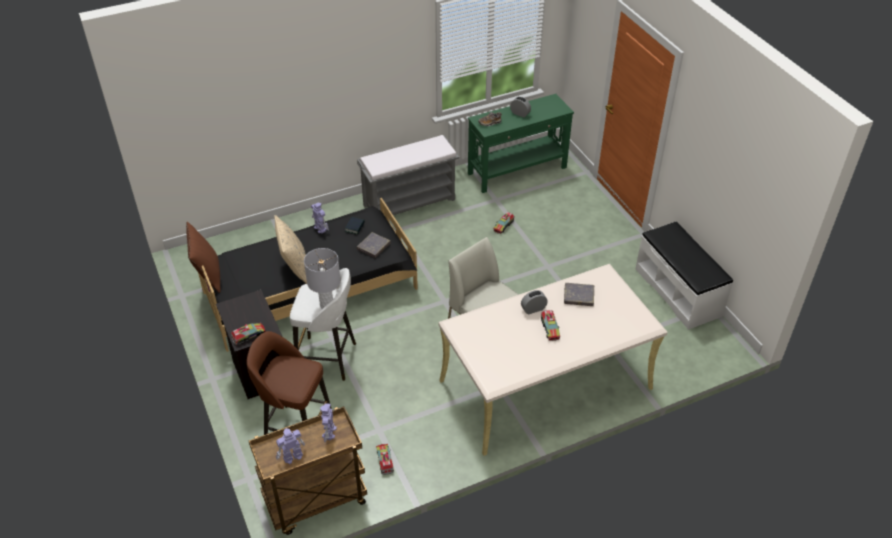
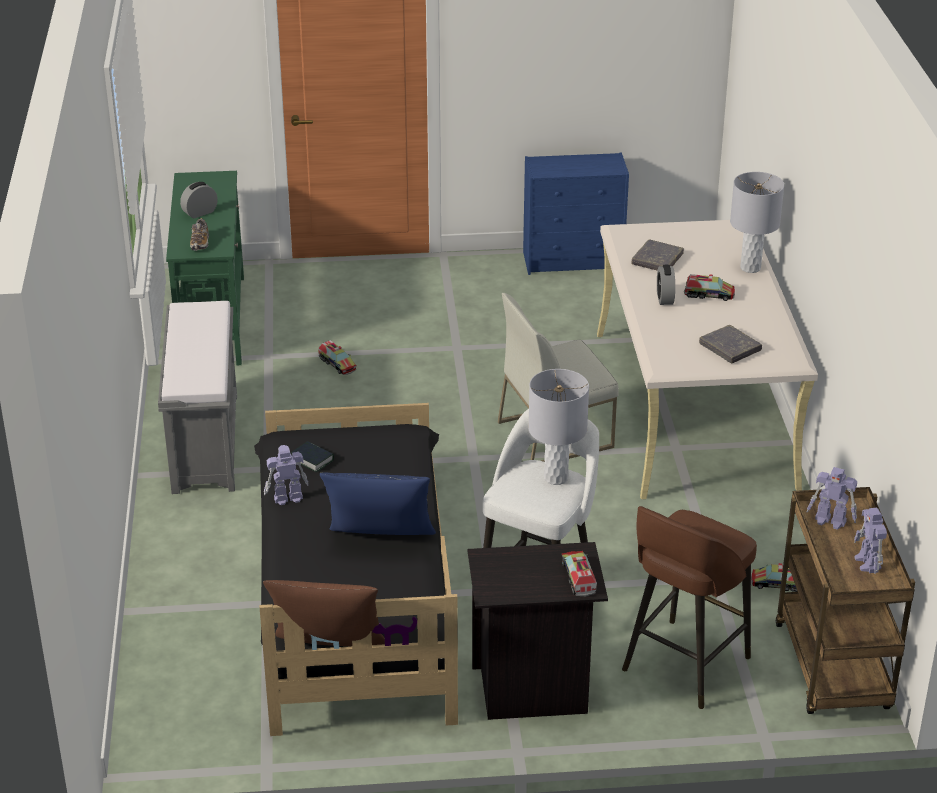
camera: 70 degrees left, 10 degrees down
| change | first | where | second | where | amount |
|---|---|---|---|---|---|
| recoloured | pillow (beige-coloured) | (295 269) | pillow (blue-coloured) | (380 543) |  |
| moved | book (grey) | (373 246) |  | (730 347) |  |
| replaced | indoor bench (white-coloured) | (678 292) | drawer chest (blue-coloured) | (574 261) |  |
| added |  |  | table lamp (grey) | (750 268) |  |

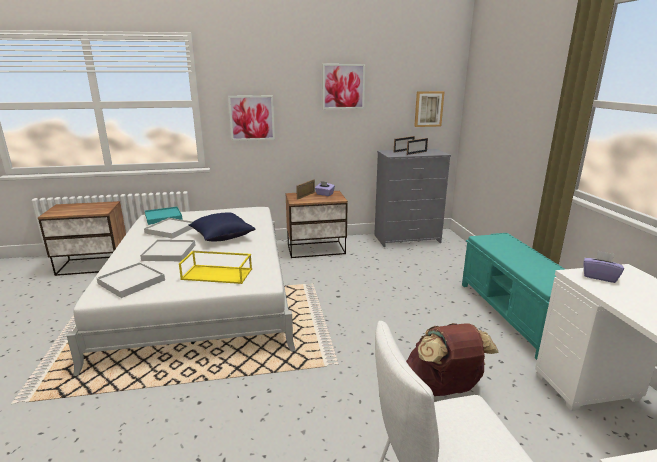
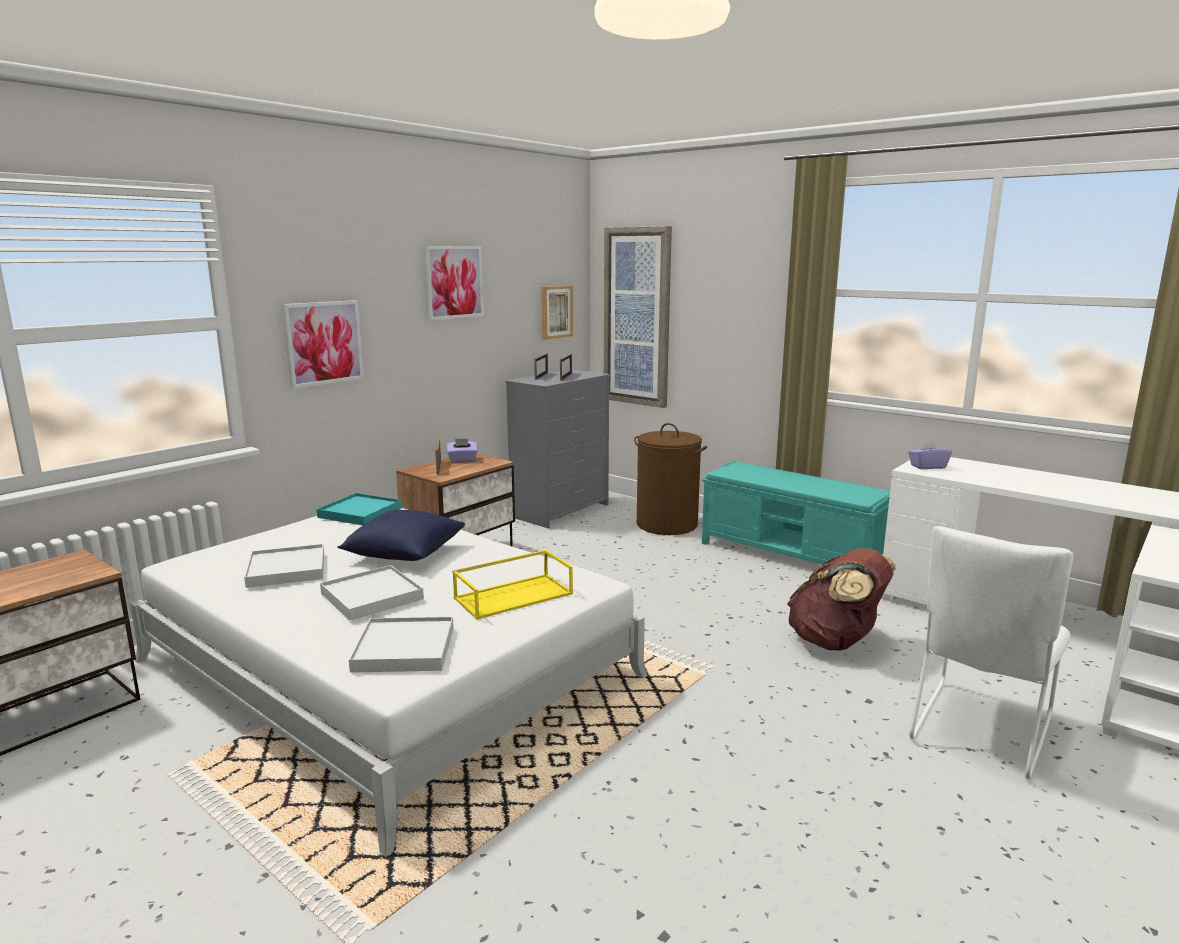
camera: 40 degrees left, 5 degrees down
| change | first | where | second | where | amount |
|---|---|---|---|---|---|
| moved | carrying tray (turquoise-coloured) | (163 217) |  | (360 512) |  |
| added |  |  | wall picture | (637 317) |  |
| added |  |  | laundry basket (brown) | (667 524) |  |

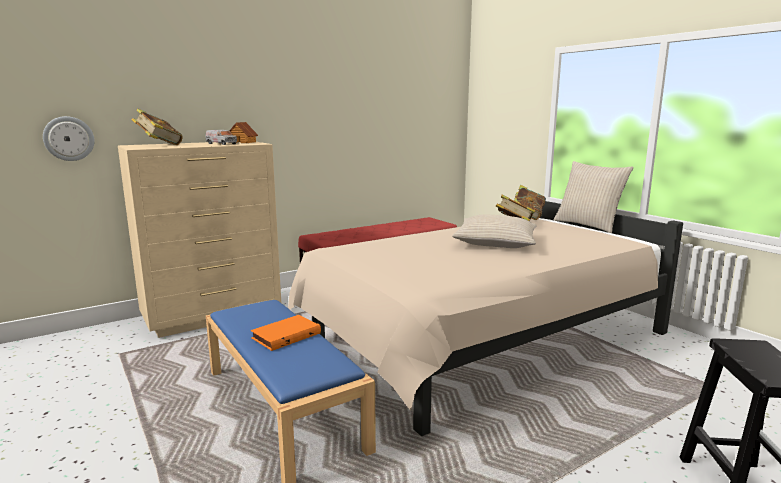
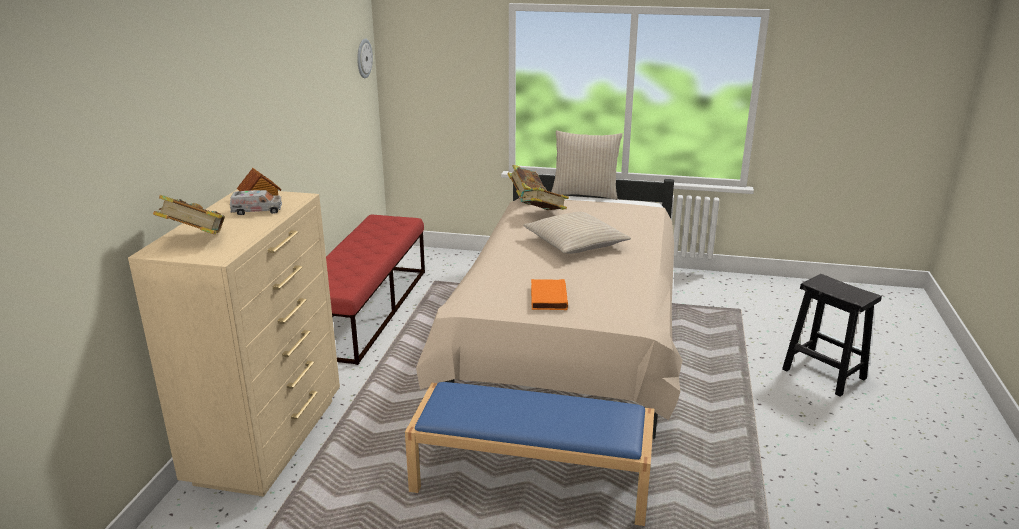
camera: 45 degrees left, 10 degrees up
| change | first | where | second | where | amount |
|---|---|---|---|---|---|
| moved | hanging clock | (69 138) |  | (363 58) |  |
| moved | book (orange-coloured) | (286 335) |  | (547 297) |  |

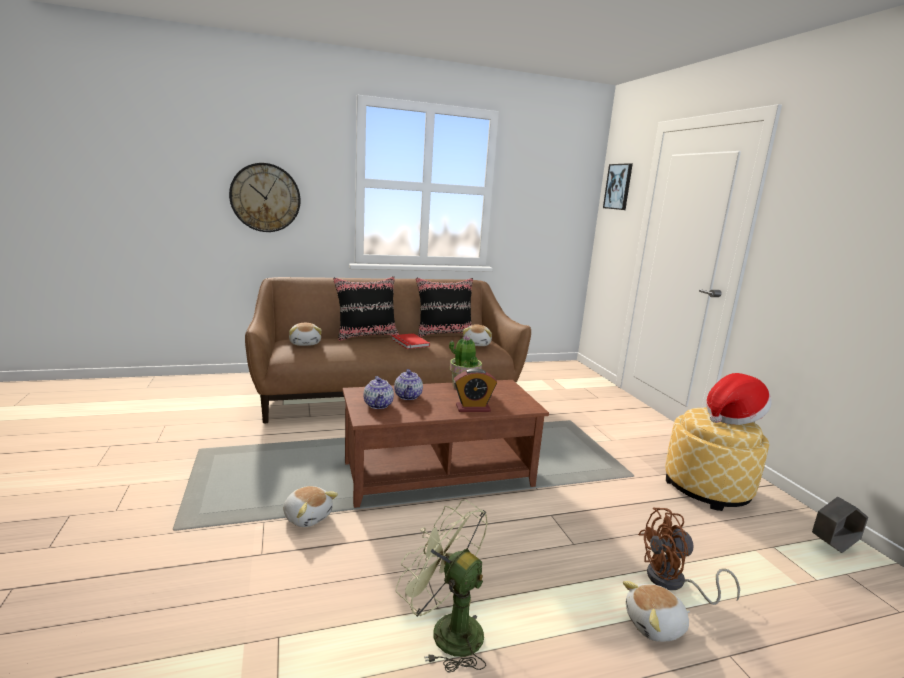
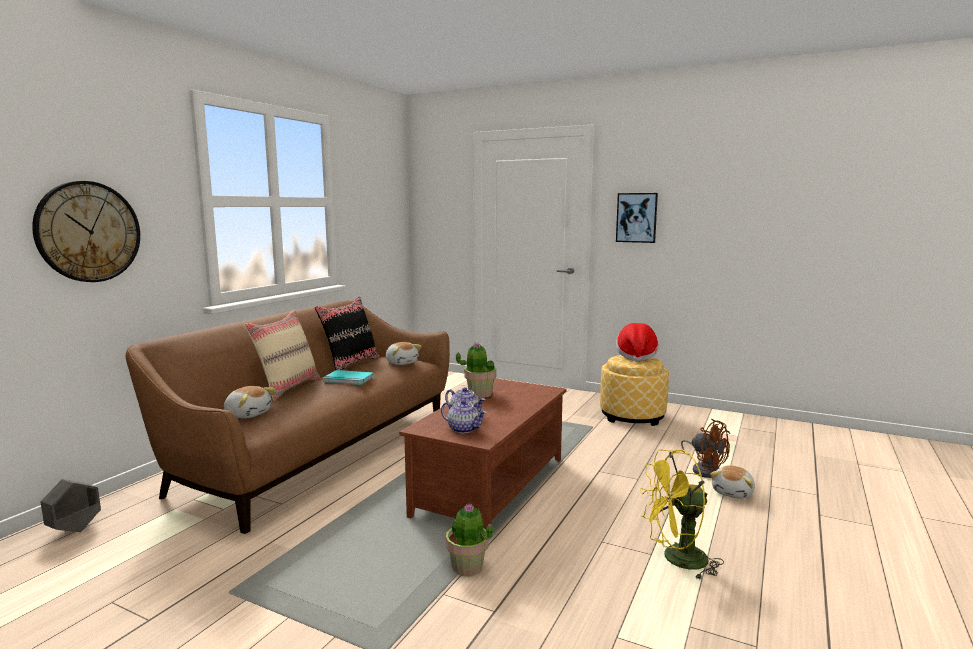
camera: 45 degrees left, 5 degrees down
| change | first | where | second | where | amount |
|---|---|---|---|---|---|
| replaced | plush toy | (308 516) | plant in a pot | (467 567) |  |
| recoloured | pillow (blackish) | (366 336) | pillow (beige-coloured) | (287 387) |  |
| recoloured | book (red) | (409 343) | book (turquoise-coloured) | (348 379) |  |
| recoloured | cooling fan (green-coloured) | (446 630) | cooling fan (yellowish) | (676 560) |  |
| removed | alarm clock | (473 408) |  |  |  |
| moved | wall picture | (618 186) |  | (636 217) |  |
| turned | cooling fan (brown) | (673 583) |  | (704 470) | 75 degrees counterclockwise |
| moved | planter (grey) | (832 546) |  | (75 529) |  |

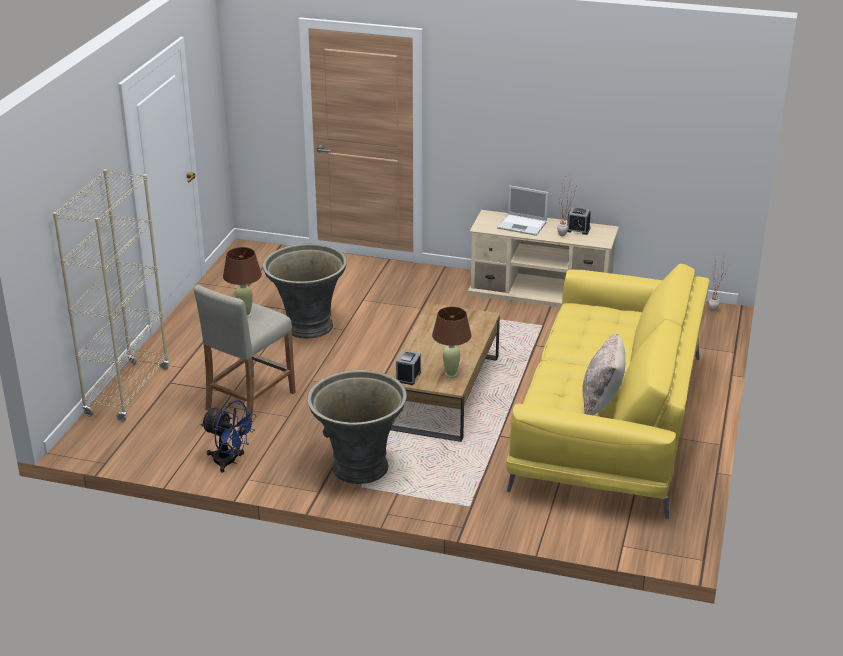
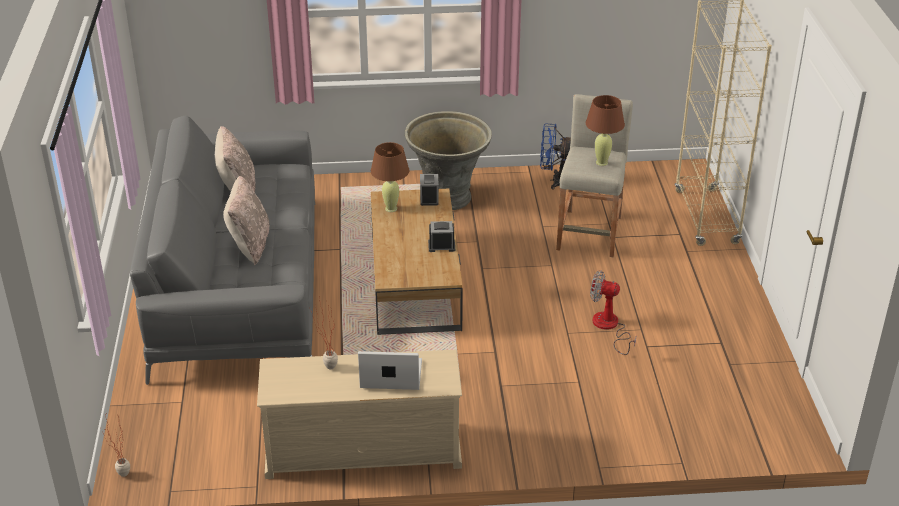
camera: 160 degrees right, 5 degrees up
| change | first | where | second | where | amount |
|---|---|---|---|---|---|
| replaced | planter (grey) | (308 326) | cooling fan | (609 327) |  |
| recoloured | settee (yellowish) | (608 422) | settee (grey) | (239 284) |  |
| moved | alarm clock | (578 229) |  | (441 246) |  |
| added |  |  | pillow (beige-coloured) | (249 245) |  |

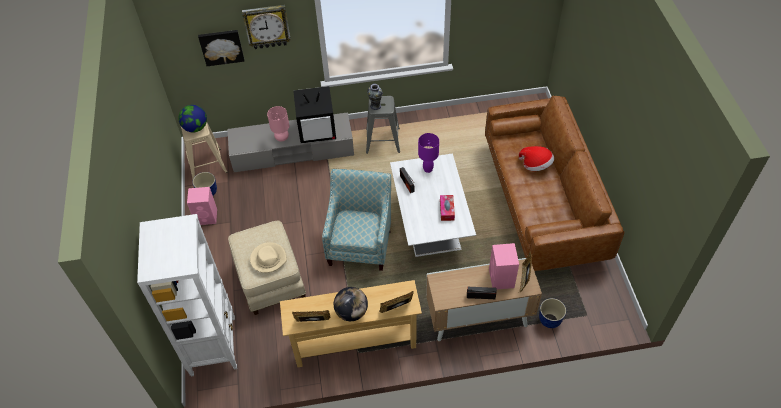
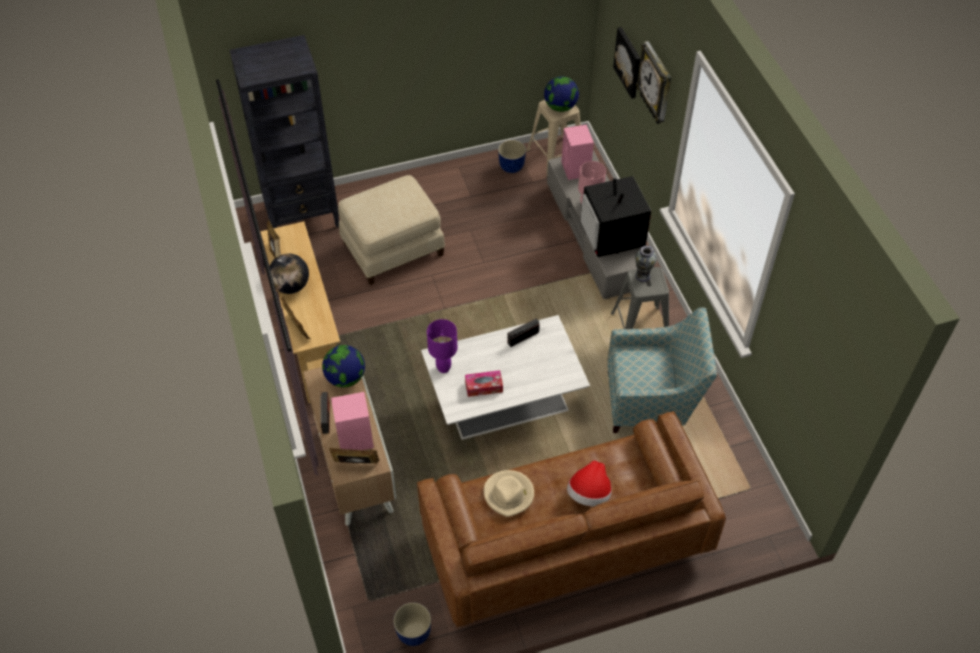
camera: 80 degrees right, 0 degrees up
| change | first | where | second | where | amount |
|---|---|---|---|---|---|
| recoloured | shelving unit (white-coloured) | (213 345) | shelving unit (blackish) | (303 216) |  |
| moved | loudspeaker (pinkish) | (207 217) |  | (576 169) |  |
| moved | clothing hat (beige-coloured) | (268 258) |  | (509 494) |  |
| moved | armchair | (360 242) |  | (653 402) |  |
| moved | table lamp (purplish) | (428 169) |  | (443 368) |  |
| moved | planter | (550 320) |  | (413 633) |  |
| added |  |  | globe | (345 378) |  |

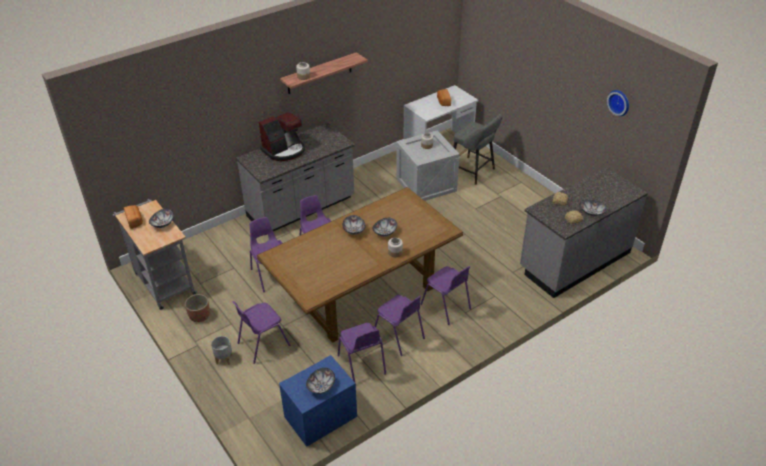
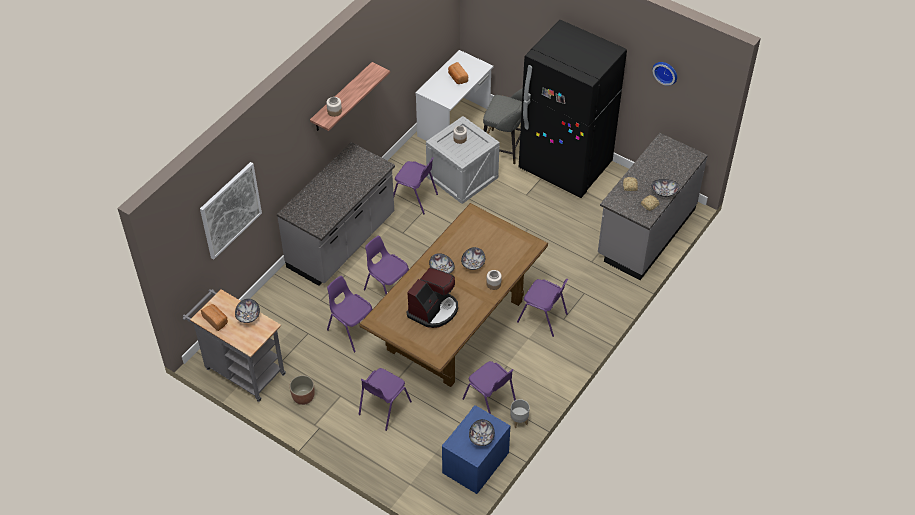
camera: 20 degrees left, 10 degrees up
| change | first | where | second | where | amount |
|---|---|---|---|---|---|
| moved | planter (grey) | (224 359) |  | (519 421) |  |
| moved | coffee brewer | (284 150) |  | (433 310) |  |
| moved | upright chair (purplish) | (399 337) |  | (415 198) |  |
| added |  |  | wall picture | (230 210) |  |
| added |  |  | kitchen fridge (blackish) | (565 167) |  |

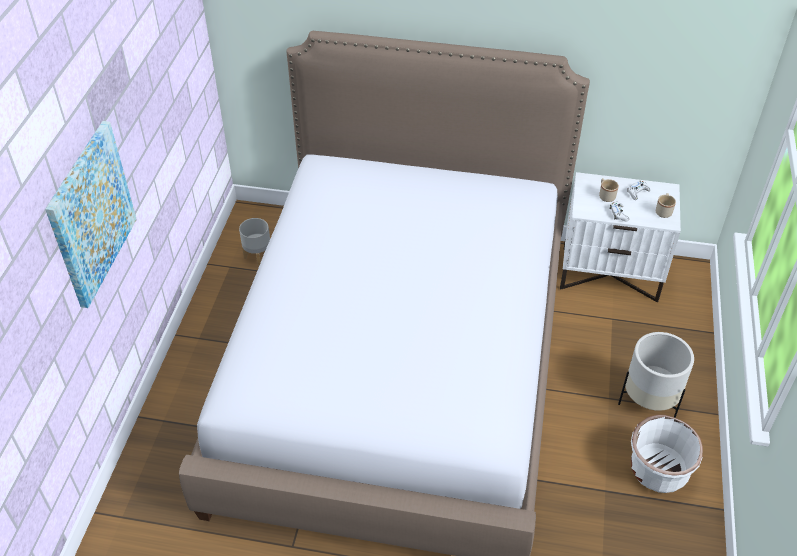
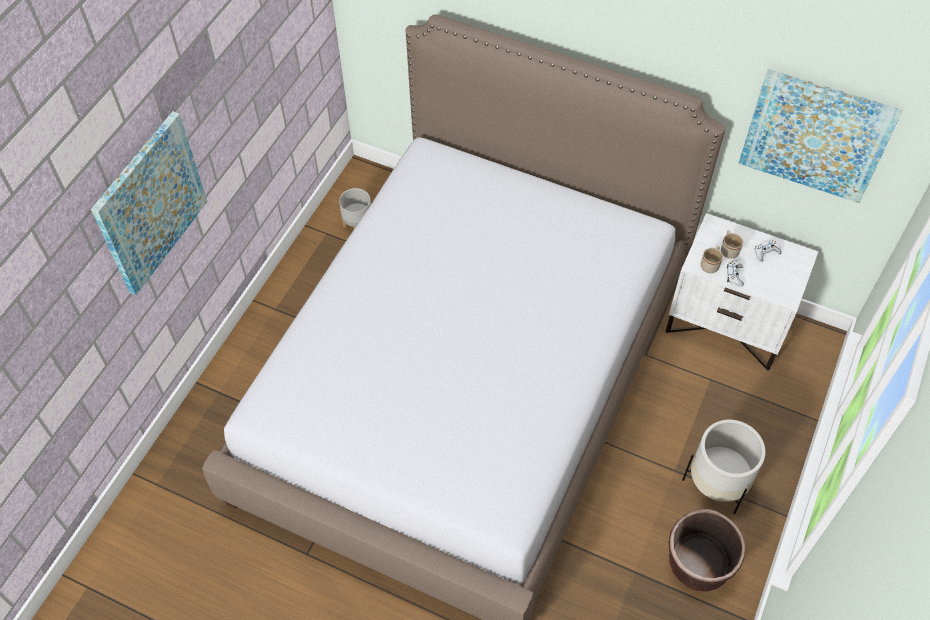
camera: 15 degrees right, 10 degrees up
| change | first | where | second | where | amount |
|---|---|---|---|---|---|
| recoloured | planter (white-coloured) | (658 470) | planter (brown) | (699 563) |  |
| moved | coffee mug (beige-coloured) | (663 211) |  | (710 264) |  |
| added |  |  | wall picture | (816 135) |  |

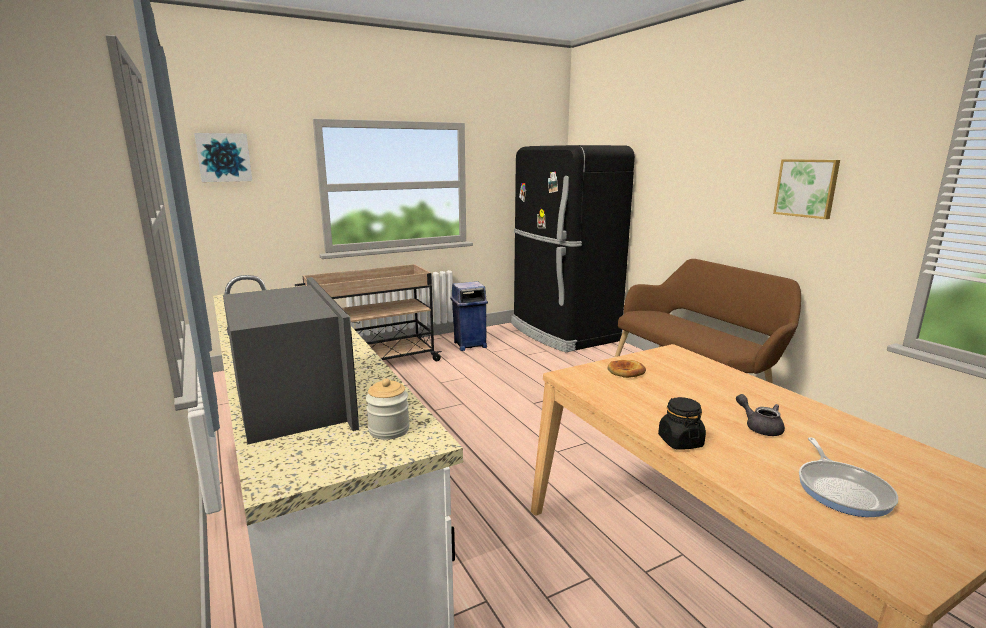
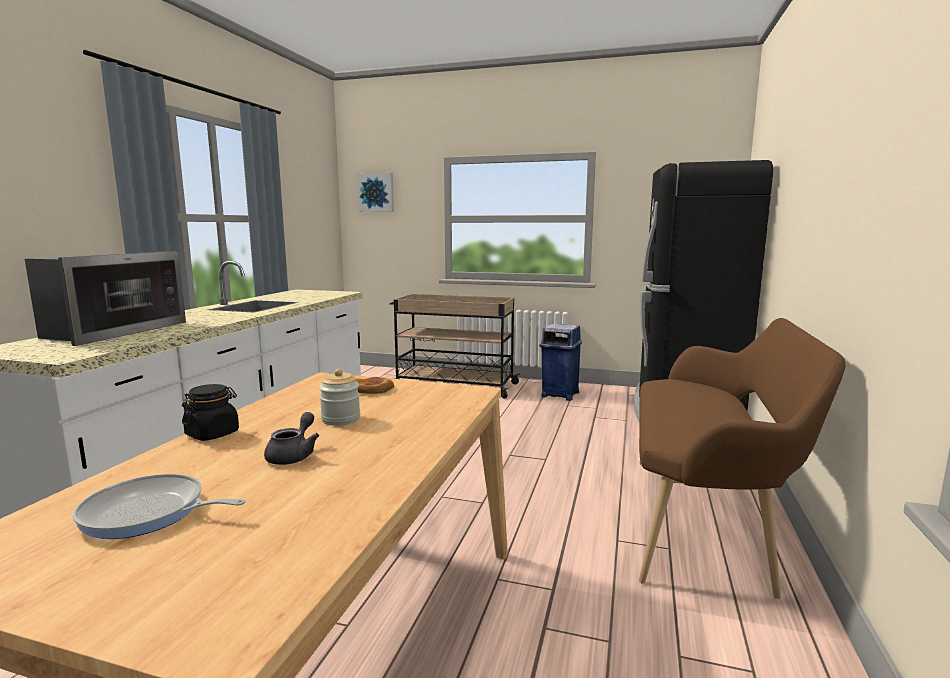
camera: 45 degrees right, 5 degrees down
| change | first | where | second | where | amount |
|---|---|---|---|---|---|
| moved | jar | (389 430) |  | (341 419) |  |
| removed | wall picture | (806 188) |  |  |  |
| turned | skillet | (842 490) |  | (148 513) | 45 degrees clockwise |

